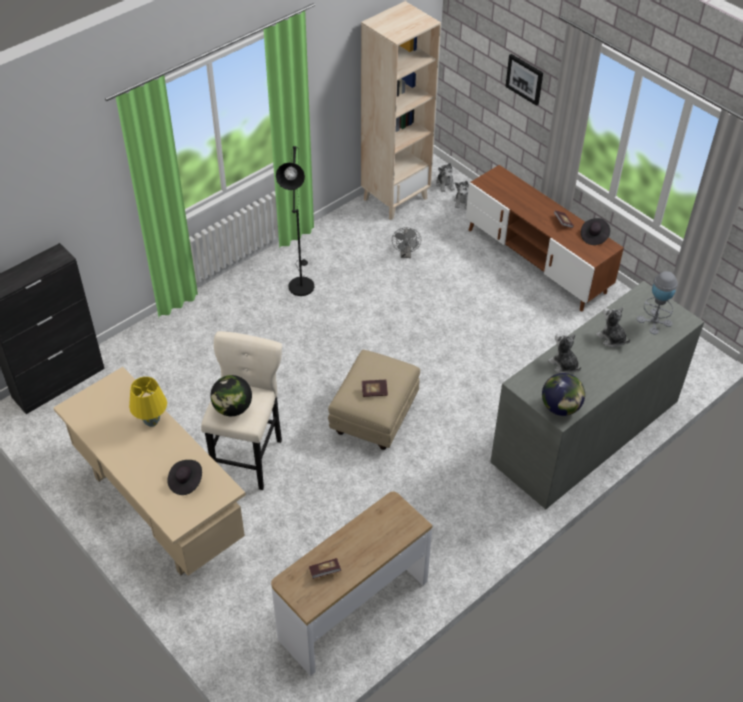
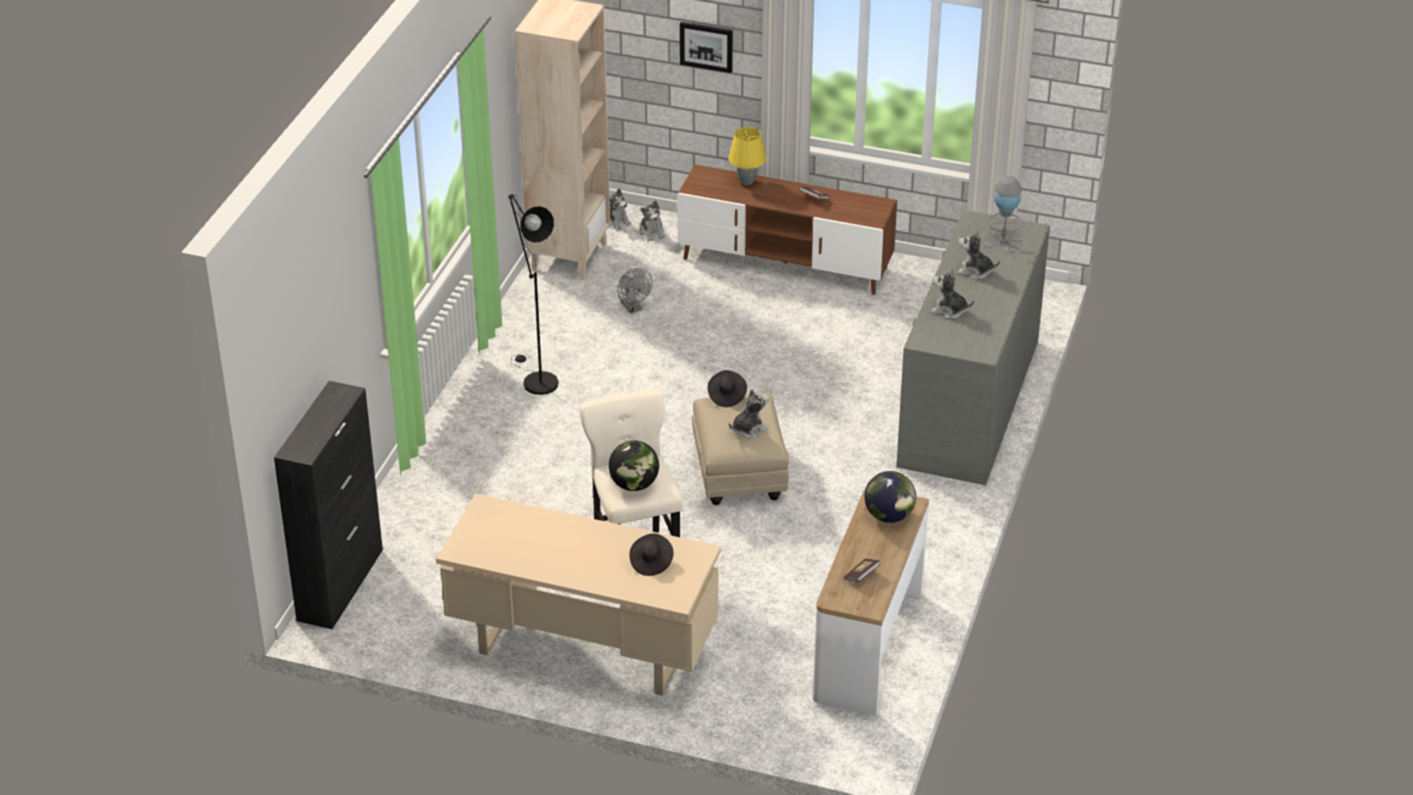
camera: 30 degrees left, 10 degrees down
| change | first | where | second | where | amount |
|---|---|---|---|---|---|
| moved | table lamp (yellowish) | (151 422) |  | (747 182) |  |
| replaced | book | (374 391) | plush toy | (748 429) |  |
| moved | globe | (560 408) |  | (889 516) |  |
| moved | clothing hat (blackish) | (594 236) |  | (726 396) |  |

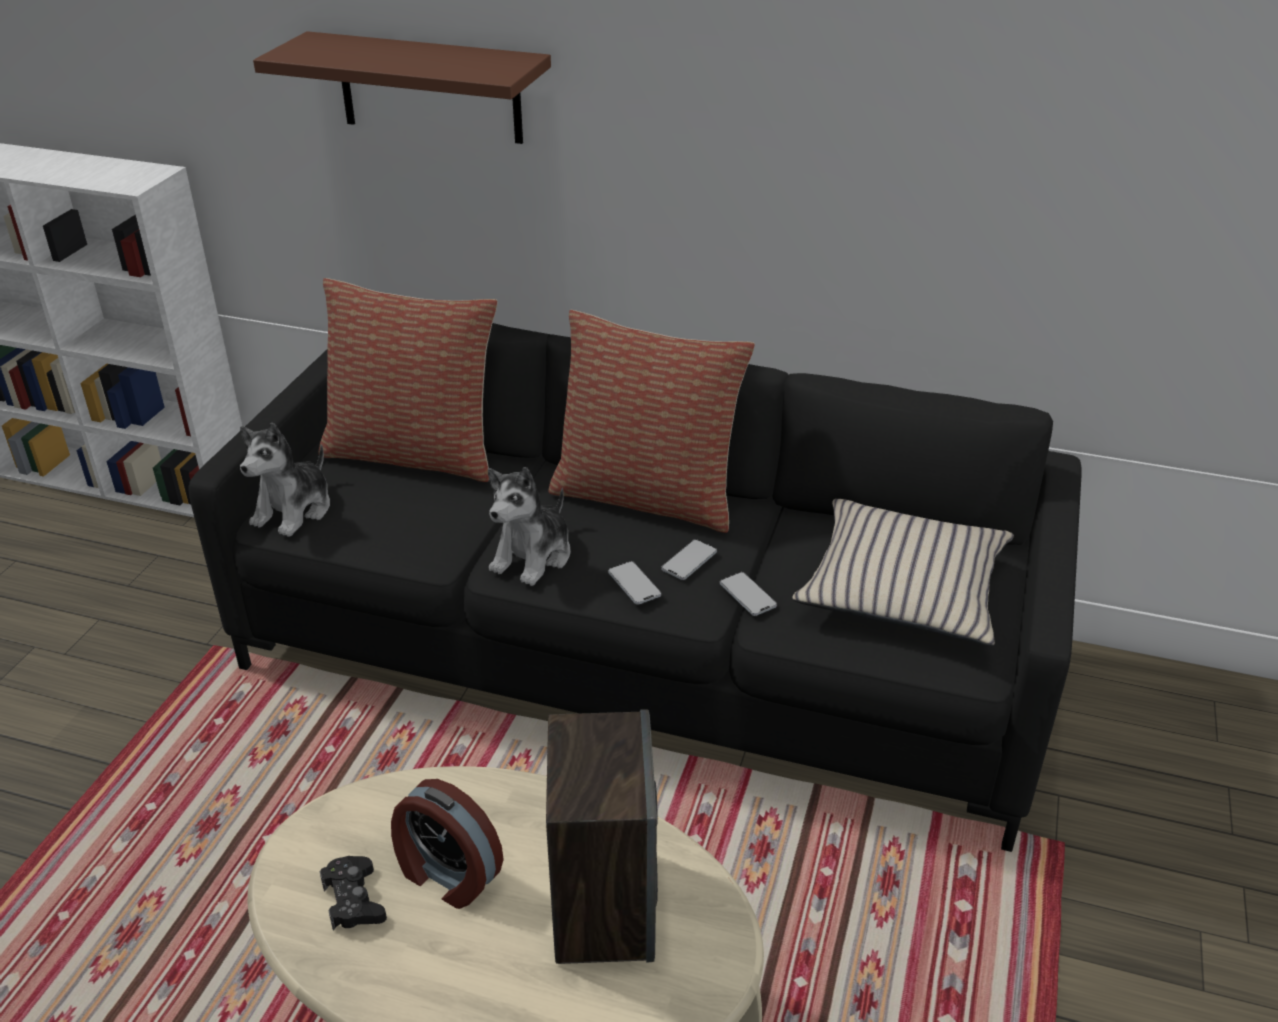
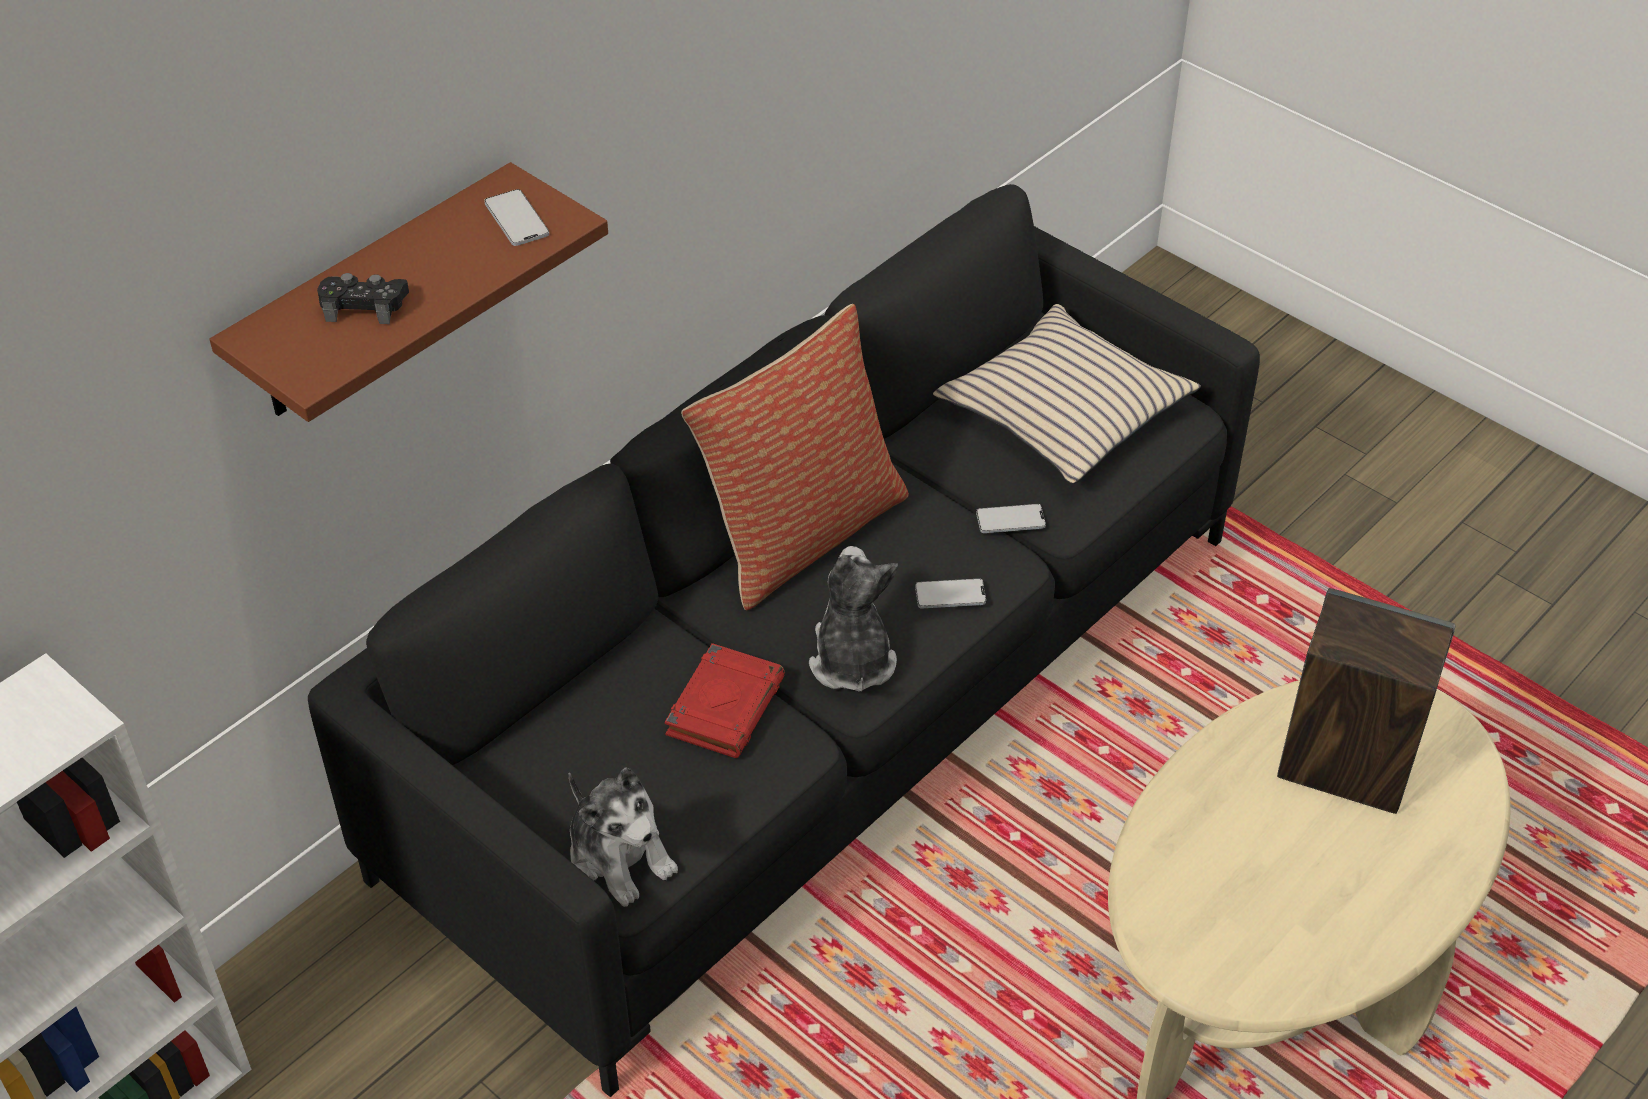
camera: 65 degrees left, 10 degrees up
| change | first | where | second | where | amount |
|---|---|---|---|---|---|
| removed | pillow | (414 453) |  |  |  |
| moved | game controller (blackish) | (354 900) |  | (364 305) |  |
| removed | alarm clock | (447 875) |  |  |  |
| turned | plush toy | (533 556) |  | (851 660) | 150 degrees counterclockwise |
| moved | phone | (689 561) |  | (516 219) |  |
| added |  |  | book (red) | (725 706) |  |

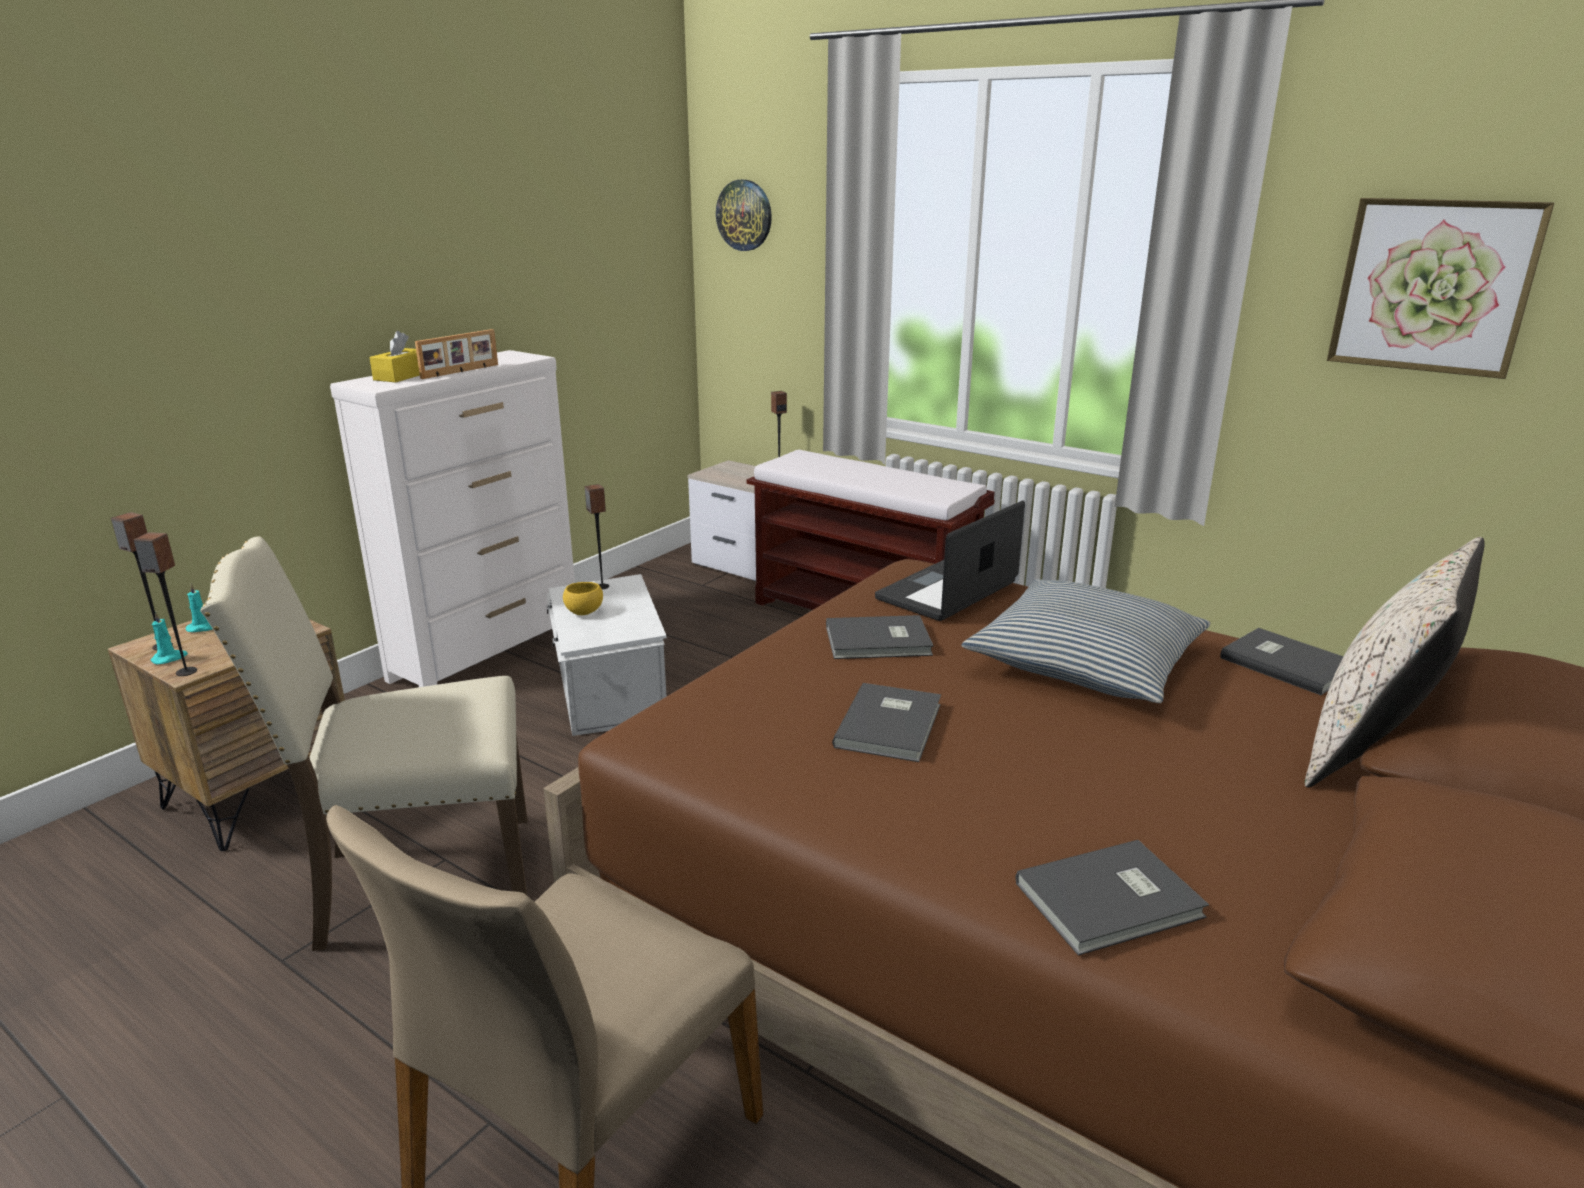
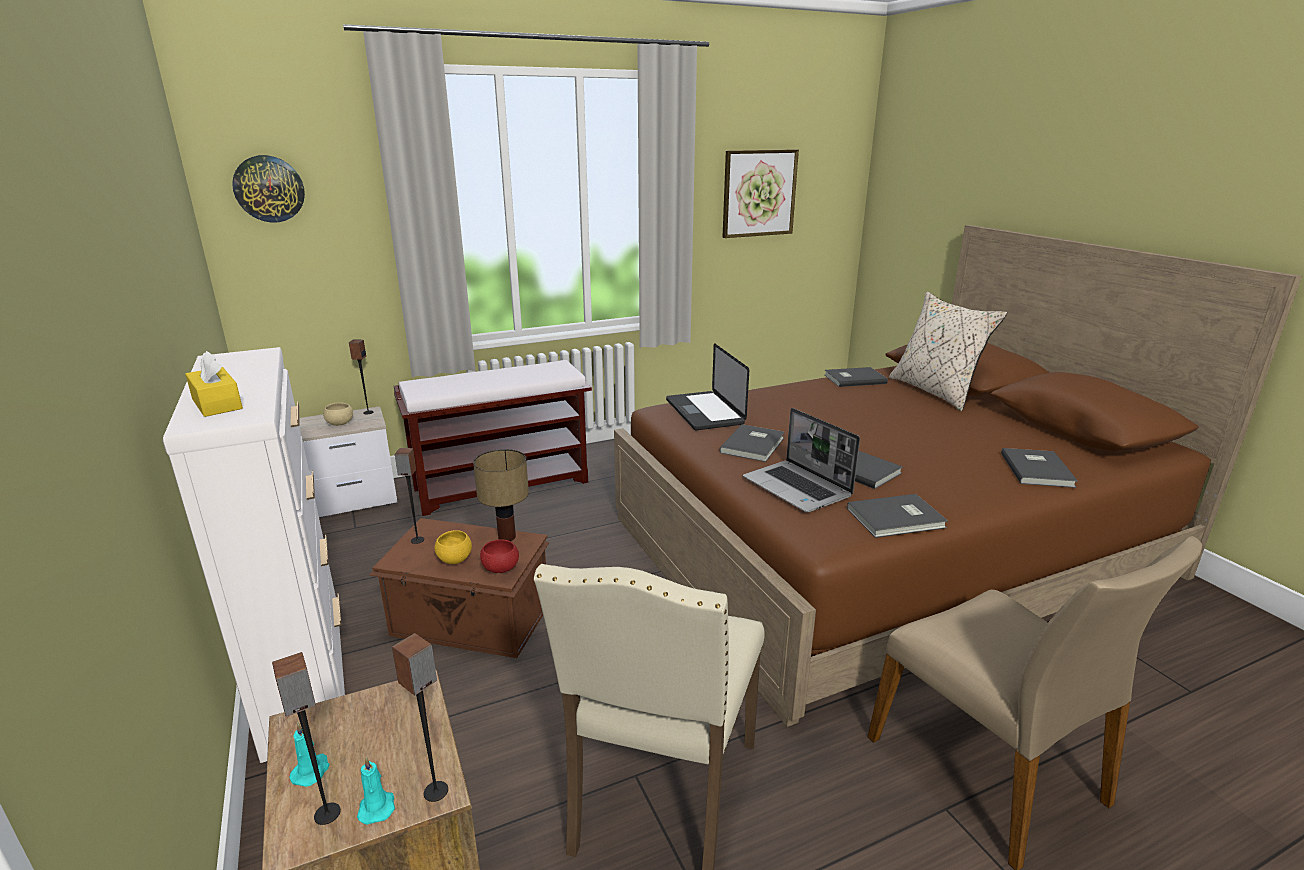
camera: 60 degrees left, 0 degrees up
| change | first | where | second | where | amount |
|---|---|---|---|---|---|
| removed | photo frame | (461 371) |  |  |  |
| recoloured | storage bin (white-coloured) | (608 693) | storage bin (brown) | (471 622) |  |
| removed | pillow | (1086 661) |  |  |  |
| added |  |  | bowl (beige-coloured) | (340 424) |  |
| added |  |  | table lamp | (508 537) |  |
| added |  |  | bowl (red) | (501 569) |  |
| added |  |  | laptop | (798 488) |  |
| added |  |  | book (grey) | (898 519) |  |

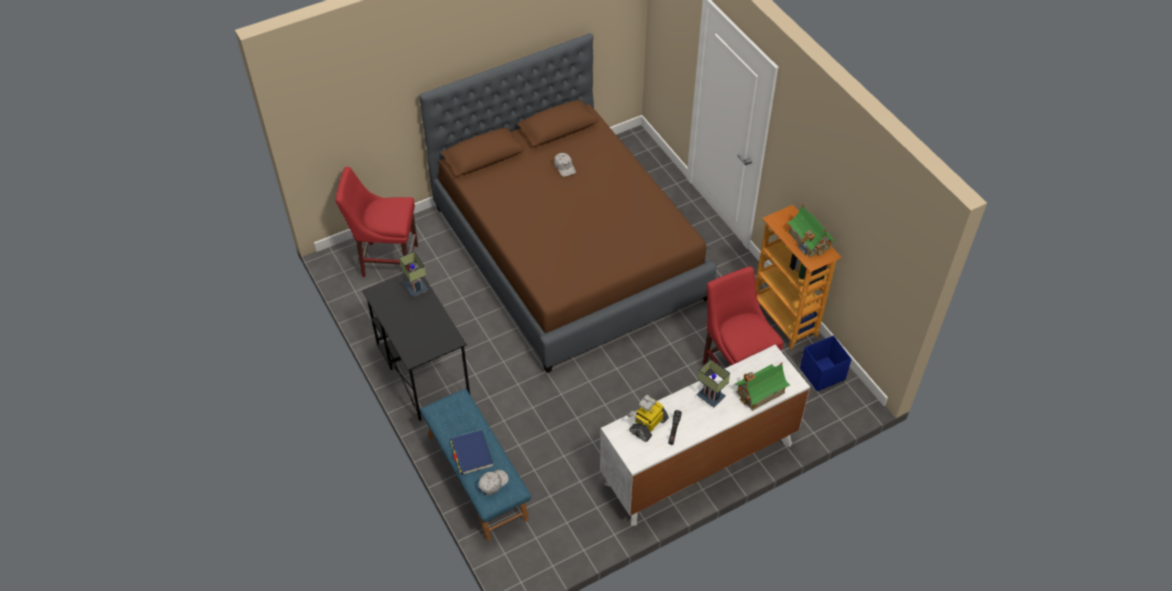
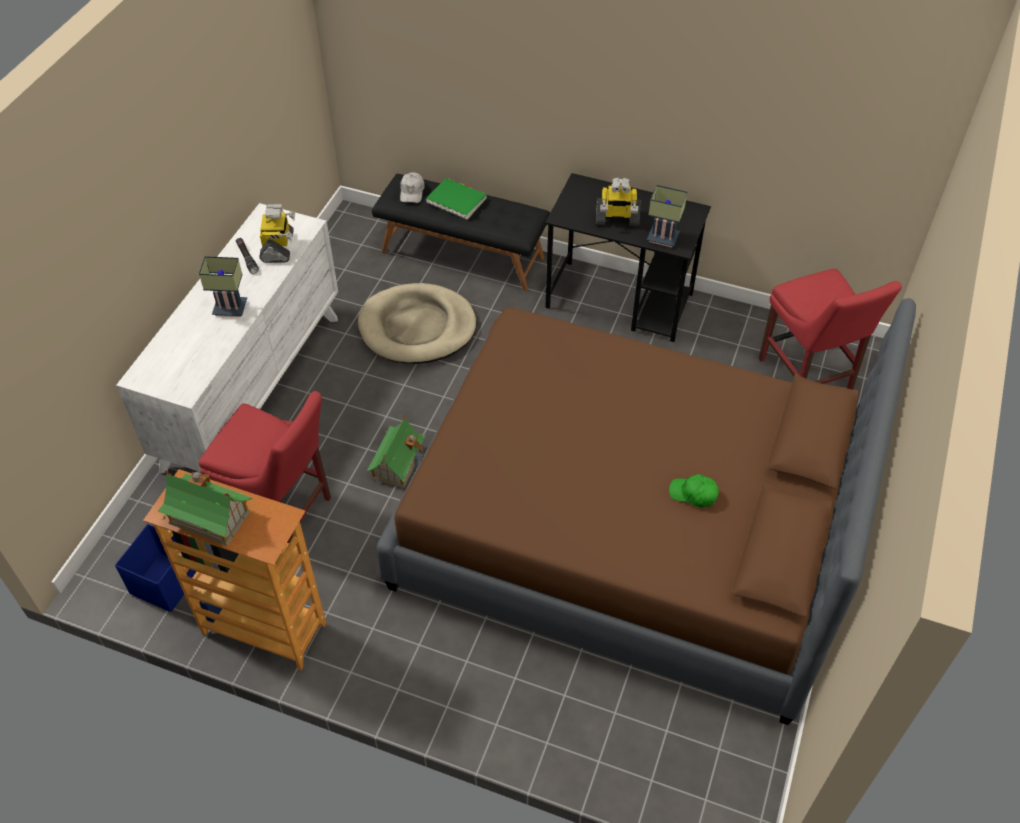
camera: 140 degrees right, 0 degrees up
| change | first | where | second | where | amount |
|---|---|---|---|---|---|
| turned | upright chair (red) | (387 260) |  | (807 378) | 105 degrees clockwise |
| recoloured | indoor bench (blue-coloured) | (476 477) | indoor bench (blackish) | (463 253) |  |
| recoloured | book (blue-coloured) | (472 453) | book (green-coloured) | (456 201) |  |
| recoloured | peaked cap (white-coloured) | (564 167) | peaked cap (green-coloured) | (693 494) |  |
| moved | model house | (760 392) |  | (398 463) |  |
| added |  |  | dog bed (beige-coloured) | (417 328) |  |
| added |  |  | toy robot | (616 218) |  |

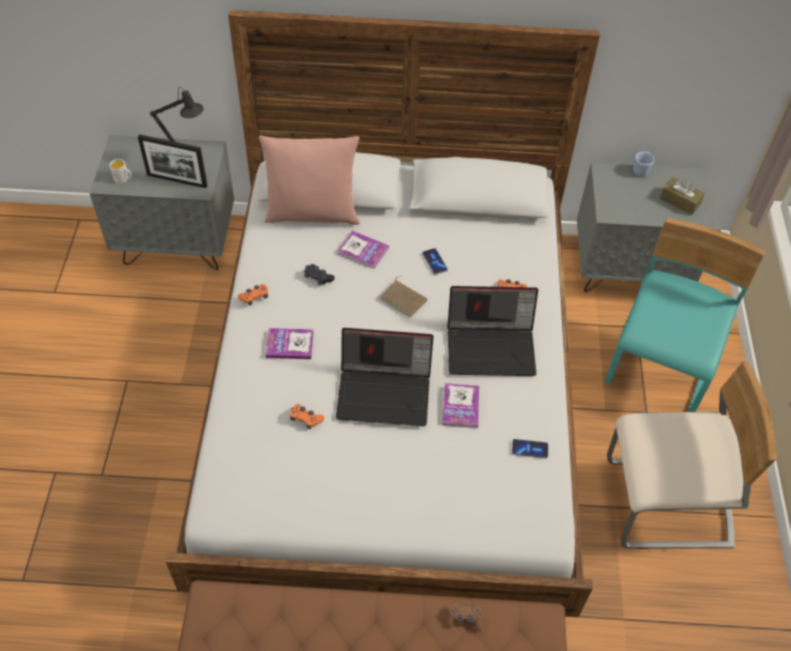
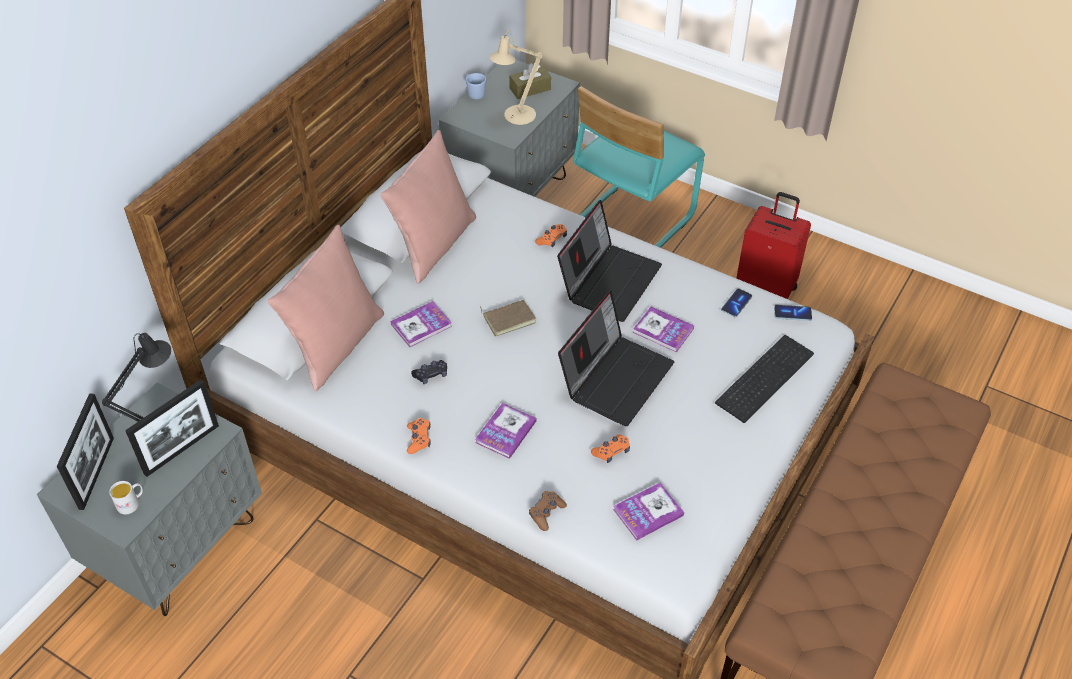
camera: 60 degrees left, 5 degrees down
| change | first | where | second | where | amount |
|---|---|---|---|---|---|
| moved | phone | (434 262) |  | (792 313) |  |
| moved | game controller (brown) | (464 619) |  | (546 513) |  |
| turned | upright chair (turquoise-coloured) | (661 366) |  | (628 224) | 105 degrees counterclockwise |
| replaced | upright chair (beige-coloured) | (667 505) | piece of luggage (red) | (766 289) |  |
| added |  |  | photo frame | (96 473) |  |
| added |  |  | pillow (pinkish) | (434 245) |  |
| added |  |  | table lamp (beige-coloured) | (516 116) |  |
| added |  |  | book | (648 512) |  |
| added |  |  | PC keyboard | (763 376) |  |

